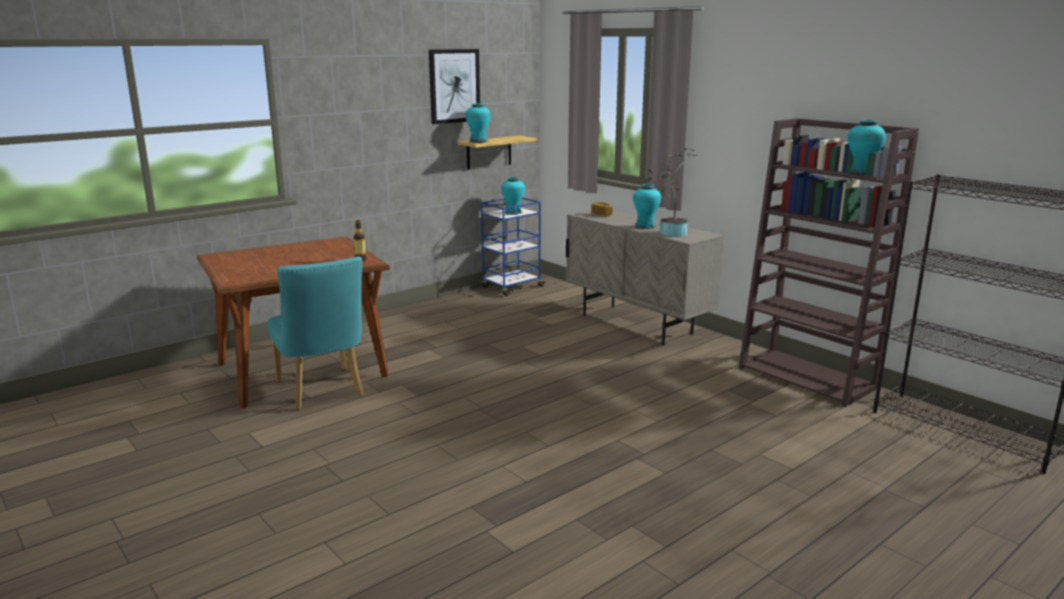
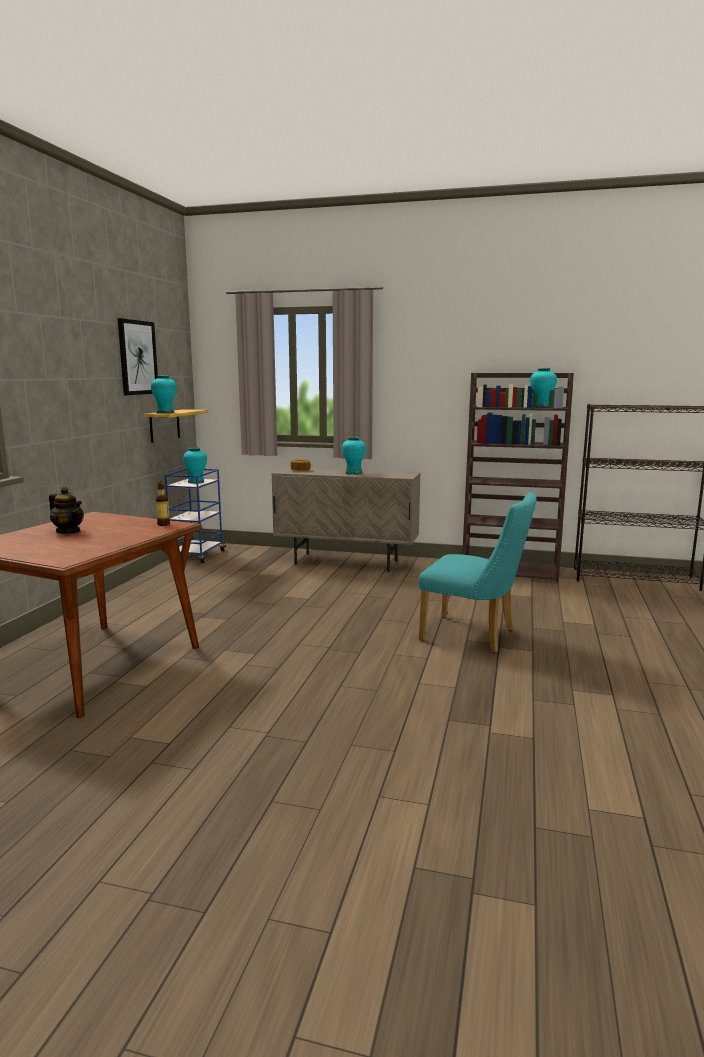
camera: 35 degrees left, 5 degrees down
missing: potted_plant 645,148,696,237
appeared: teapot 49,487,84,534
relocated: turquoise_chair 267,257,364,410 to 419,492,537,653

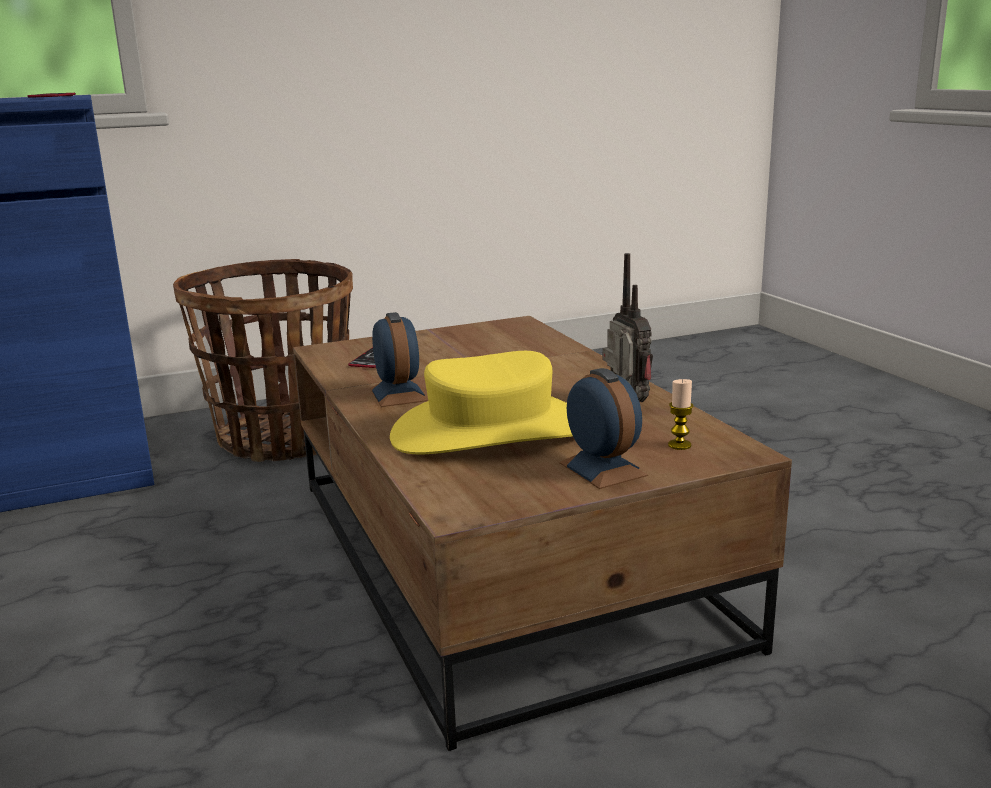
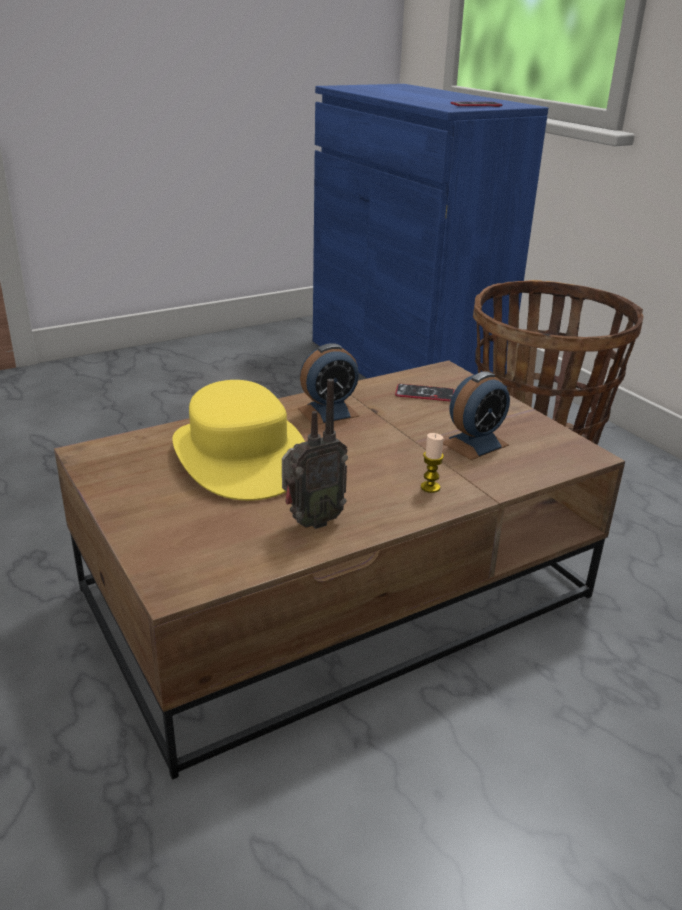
camera: 80 degrees right, 10 degrees up
relocated: alarm_clock 559,368,648,489 to 443,371,510,460; candle 668,379,693,450 to 421,433,444,493

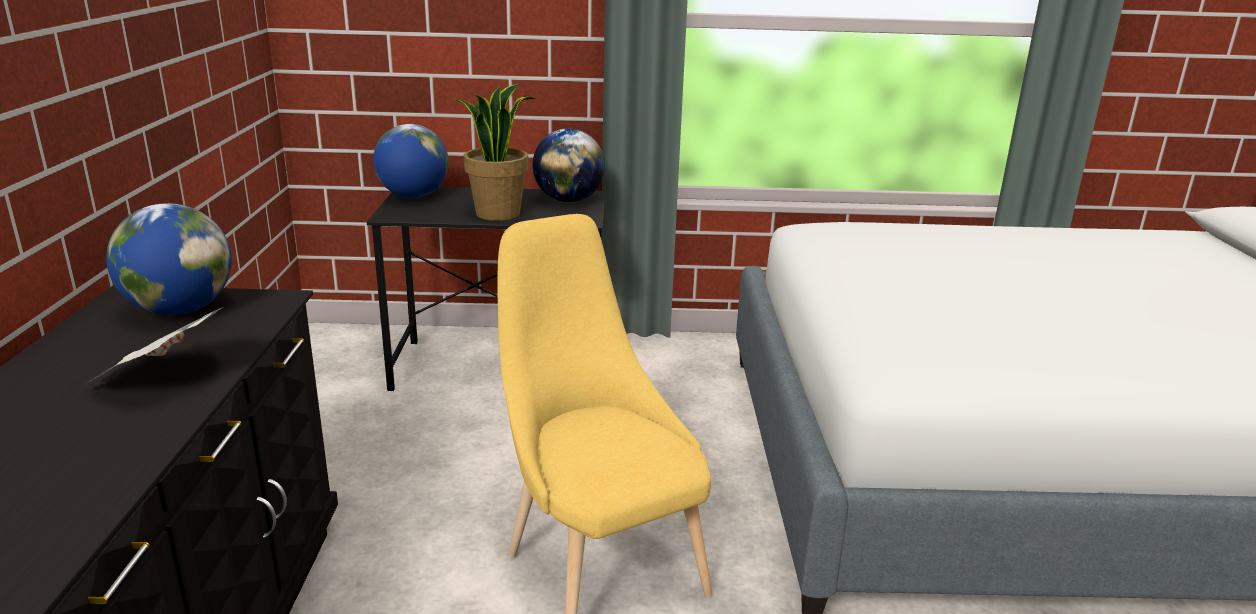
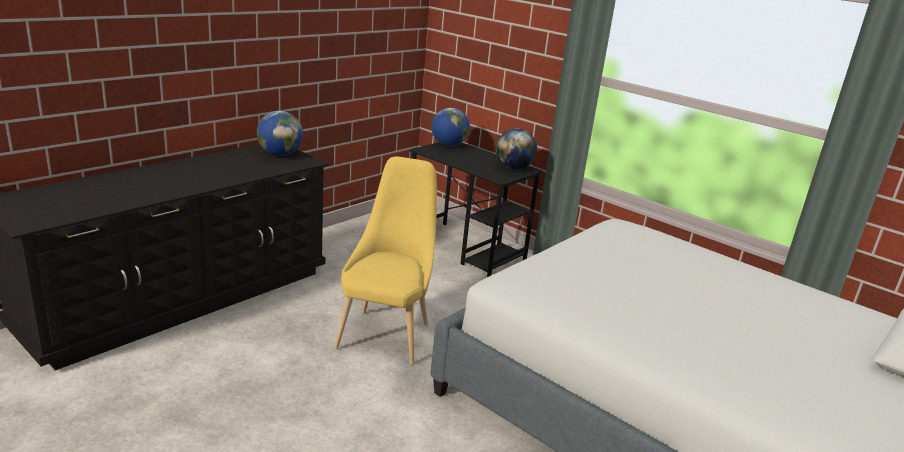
camera: 40 degrees right, 0 degrees up
missing: newspaper 88,307,224,382; potted_plant 454,84,535,221

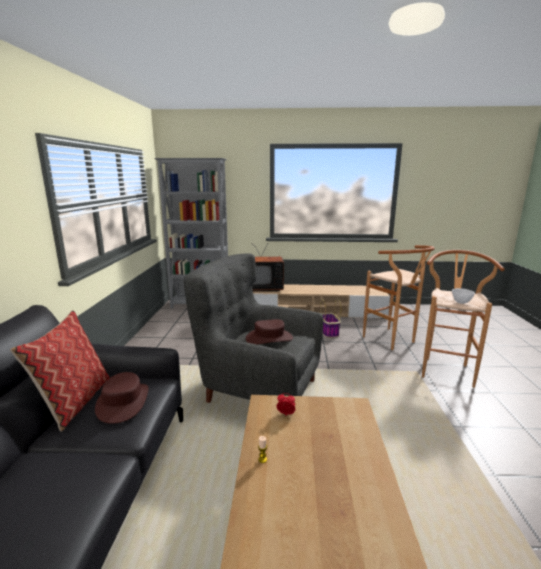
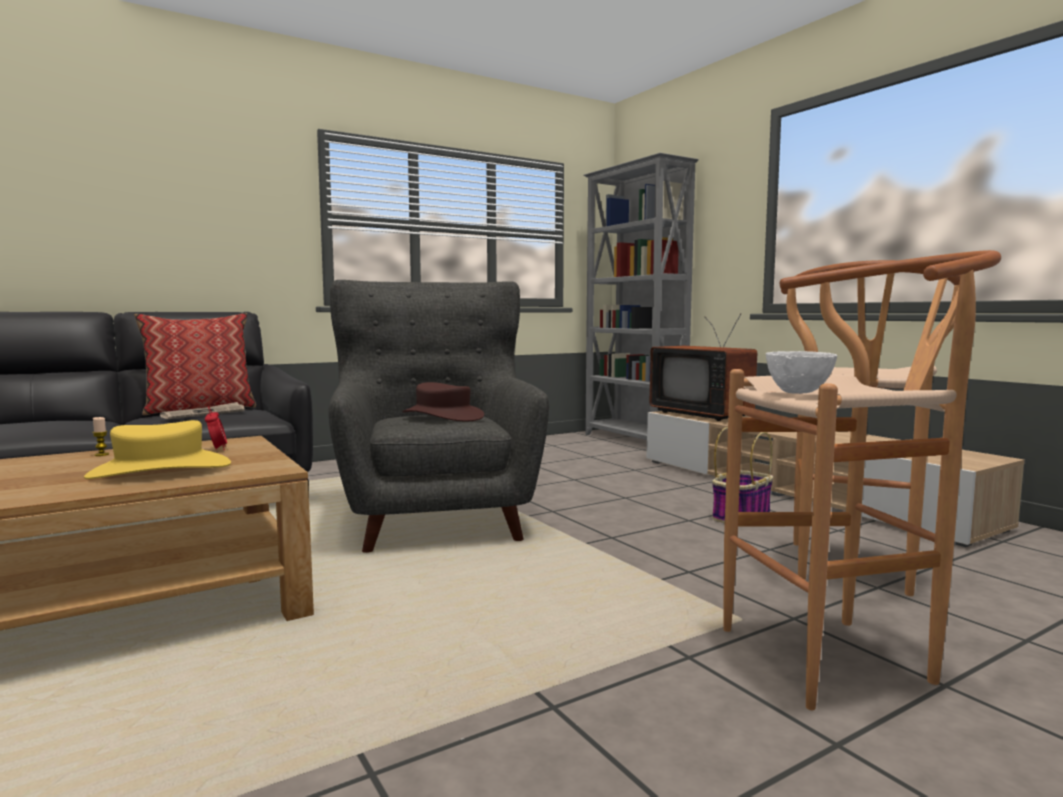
camera: 55 degrees right, 10 degrees down
appeared: yellow_hat 84,420,231,479
exchanged: brown_hat 95,372,149,424 to newspaper 160,402,245,419

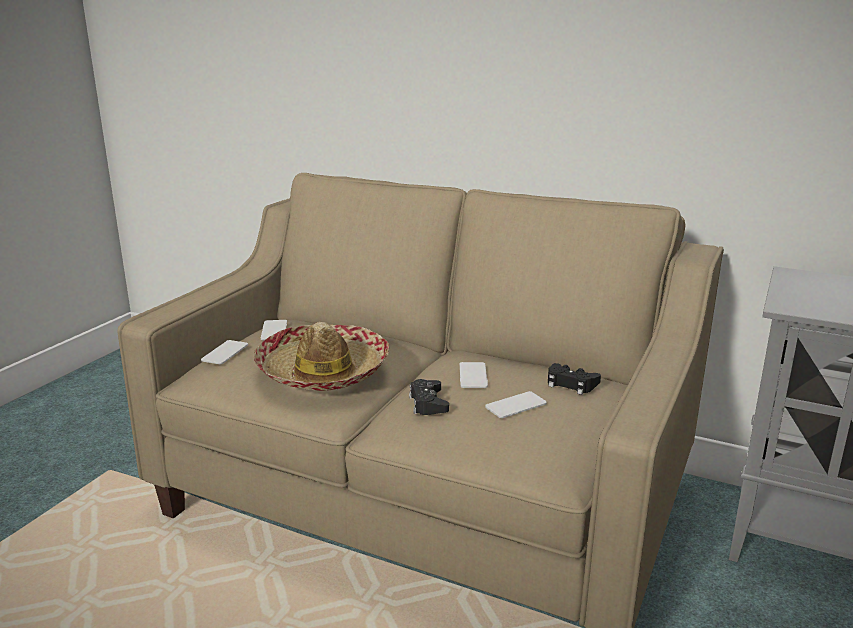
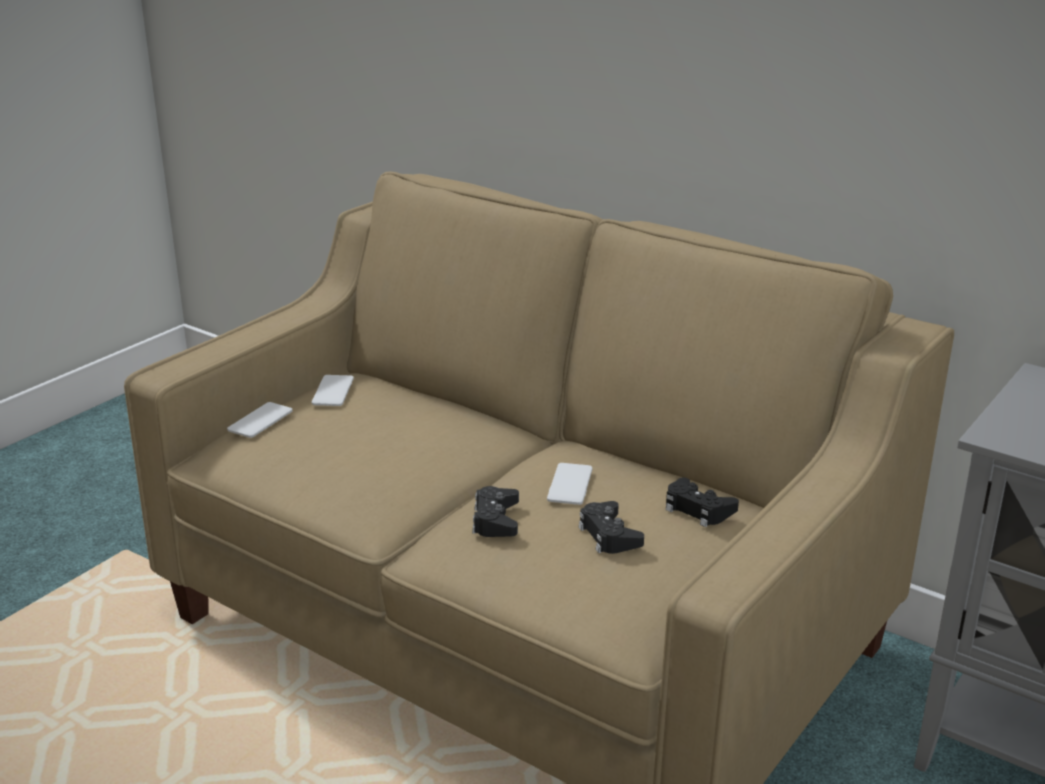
camera: 10 degrees right, 5 degrees up
missing: hat 254,322,389,391
exchanged: phone 485,391,547,418 to black_game_controller 579,501,644,554

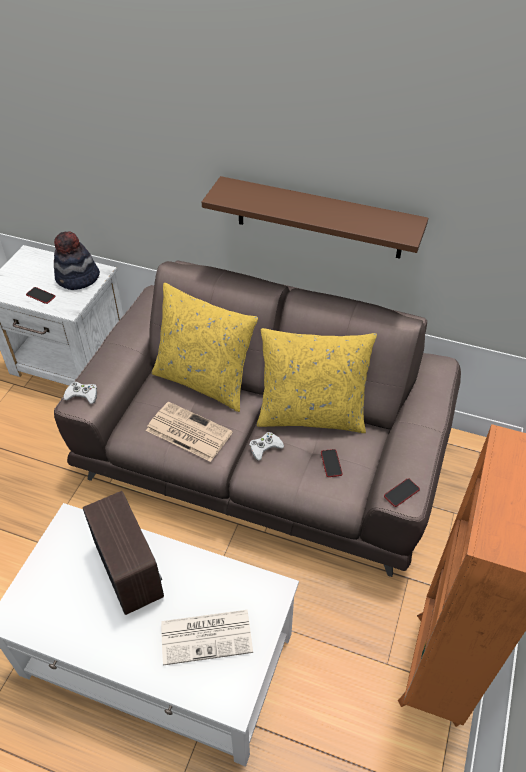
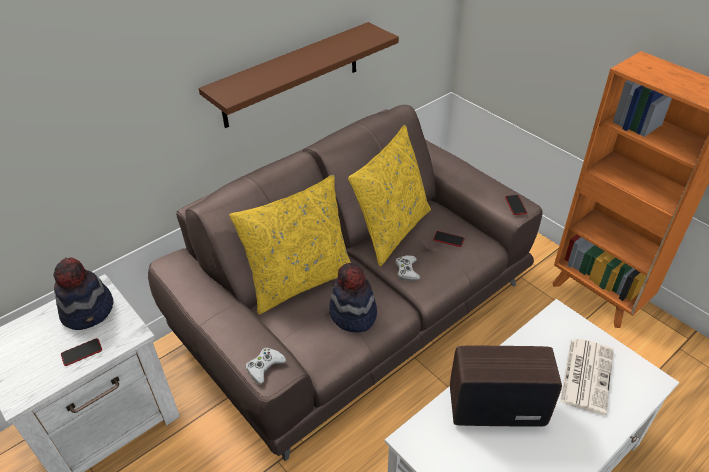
camera: 60 degrees left, 5 degrees down
exchanged: newspaper 146,402,233,462 to hat 329,263,377,332

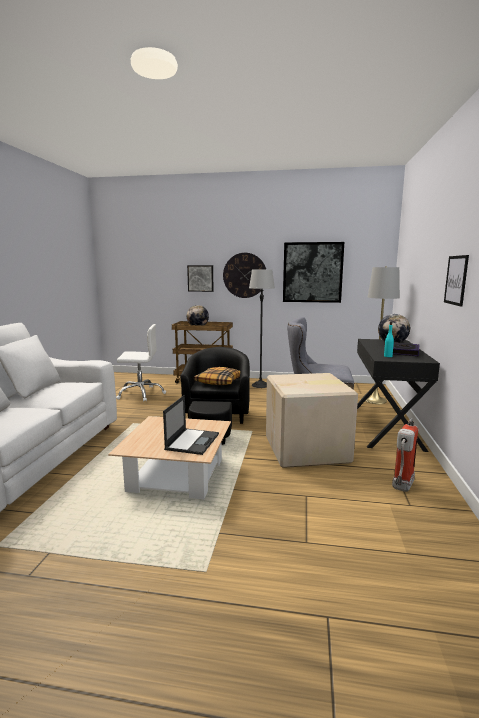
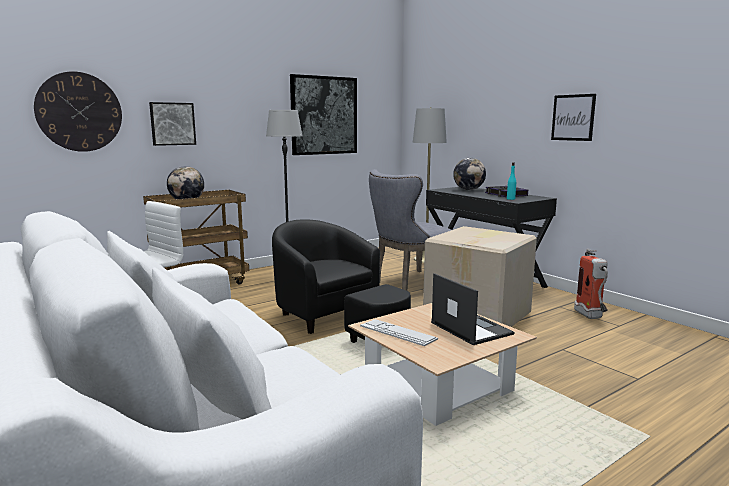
camera: 45 degrees left, 0 degrees up
missing: pillow 194,367,240,385
appeared: keyboard 360,319,438,346
relocated: wall_clock 223,253,266,298 to 34,71,122,152

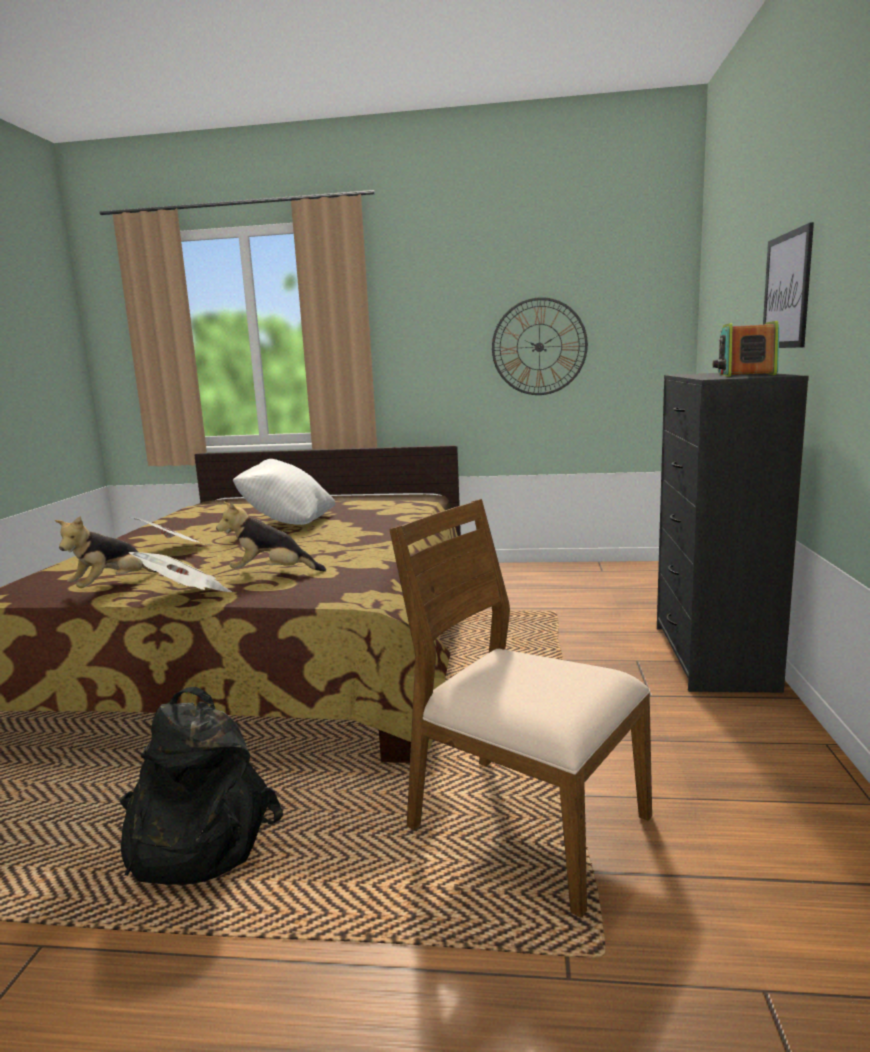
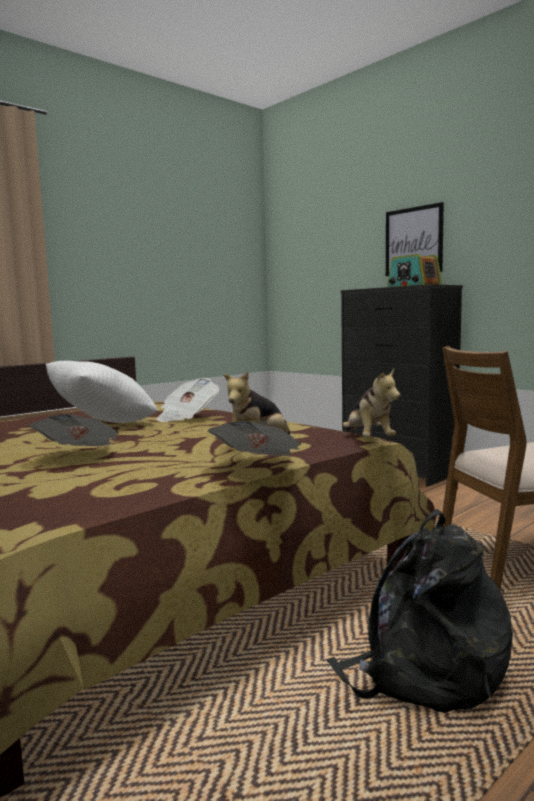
camera: 50 degrees left, 5 degrees down
missing: wall_clock 492,297,588,395
appeared: newspaper 156,378,219,422
relocated: plush_toy 54,516,156,588 to 343,369,400,436

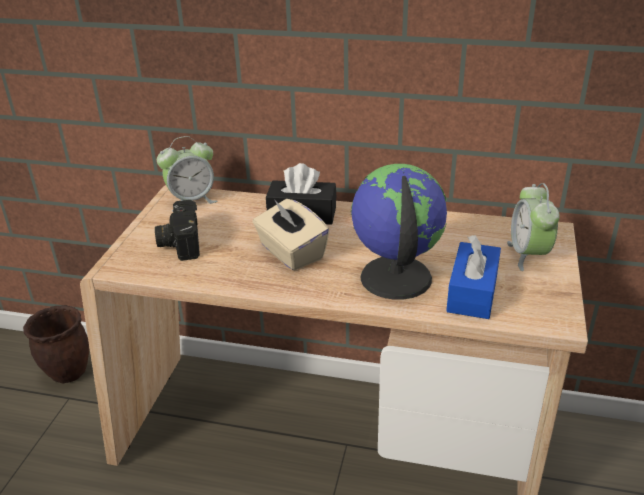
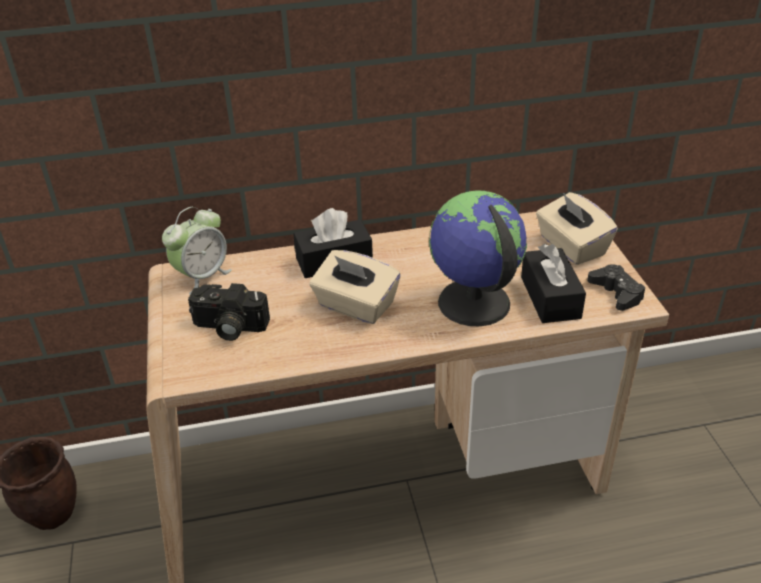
camera: 25 degrees left, 5 degrees up
appeared: black_game_controller 587,264,645,311
exchanged: alarm_clock 507,183,560,271 to beige_tissue_box 536,192,618,265
colour: blue_tissue_box 446,235,501,319 to black_tissue_box 521,244,586,323
spun: photo_camera 155,200,200,261 = 188,283,270,341 45 degrees counterclockwise

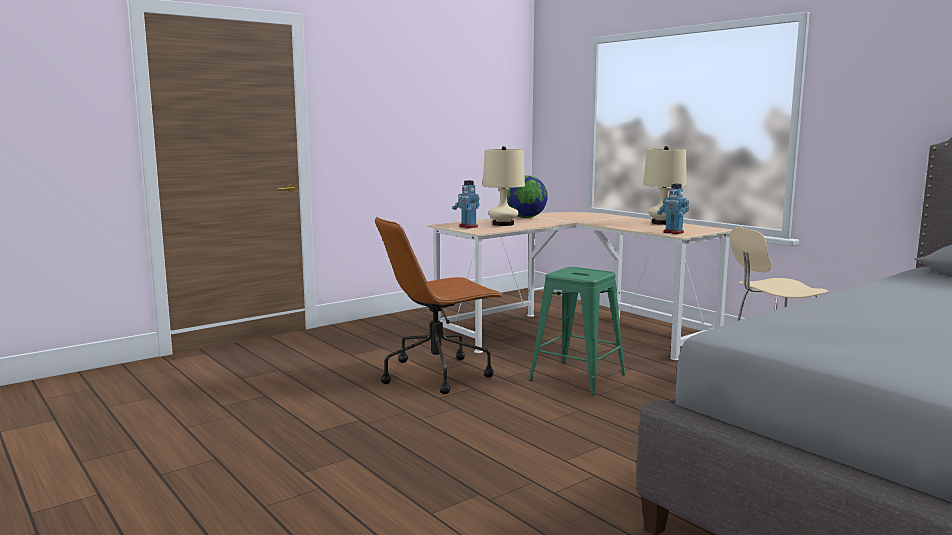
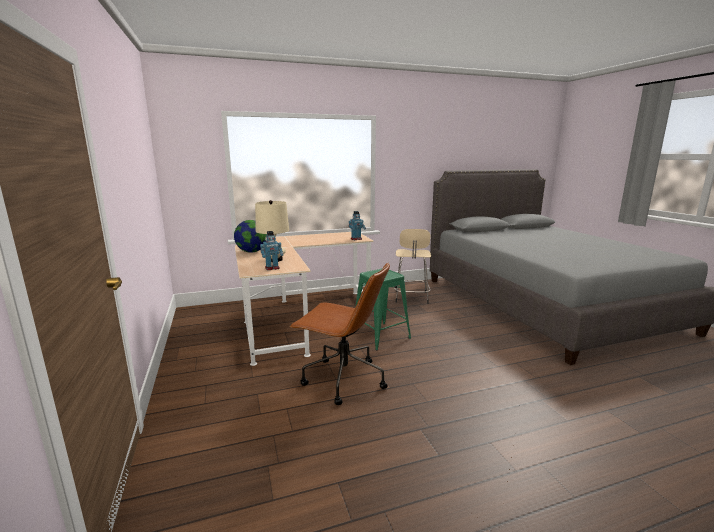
camera: 70 degrees left, 5 degrees up
missing: beige_table_lamp 643,146,686,225
spun: brown_office_chair 375,217,504,394 = 289,262,390,405 60 degrees counterclockwise

